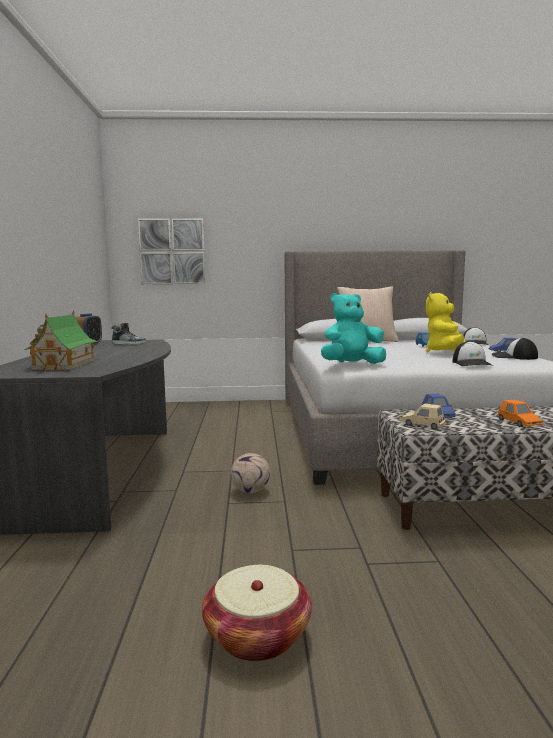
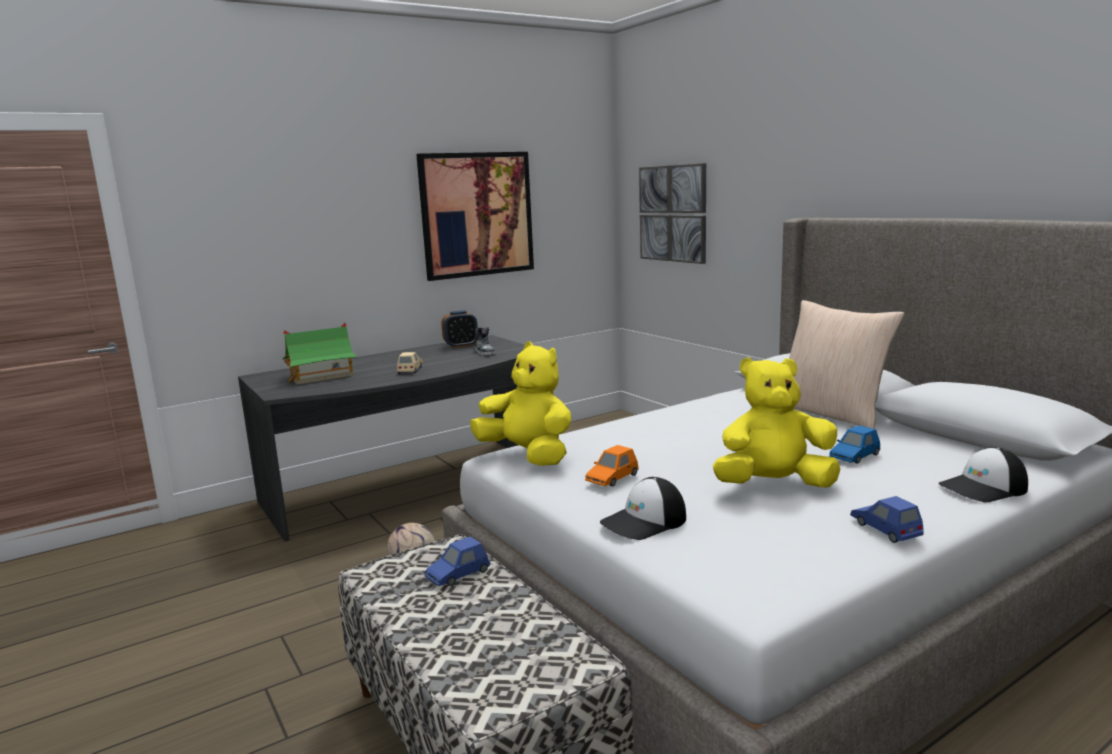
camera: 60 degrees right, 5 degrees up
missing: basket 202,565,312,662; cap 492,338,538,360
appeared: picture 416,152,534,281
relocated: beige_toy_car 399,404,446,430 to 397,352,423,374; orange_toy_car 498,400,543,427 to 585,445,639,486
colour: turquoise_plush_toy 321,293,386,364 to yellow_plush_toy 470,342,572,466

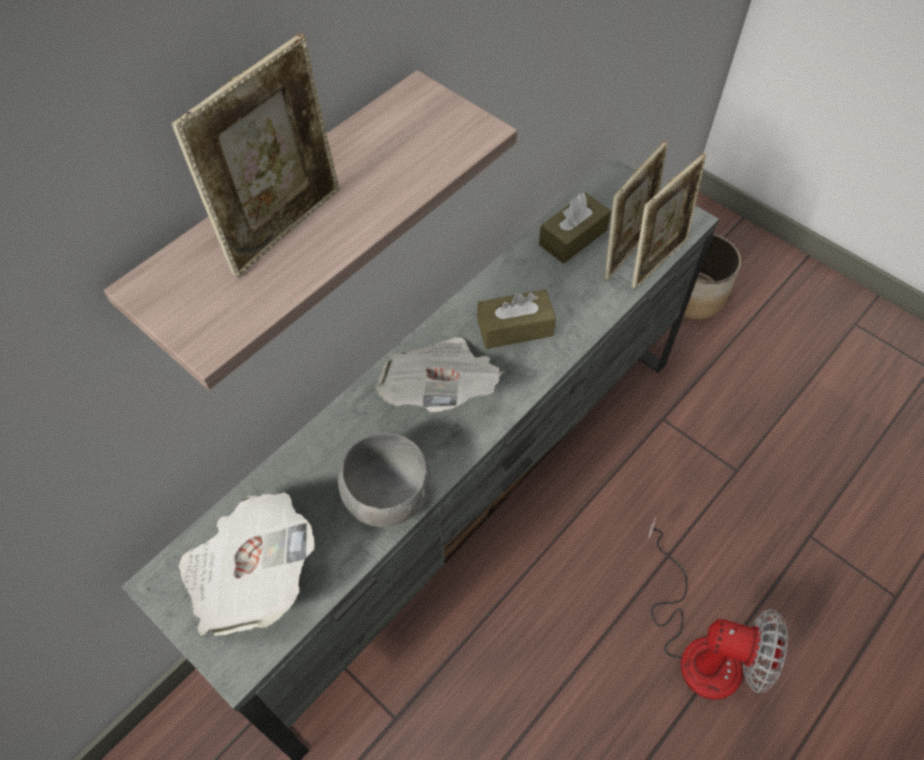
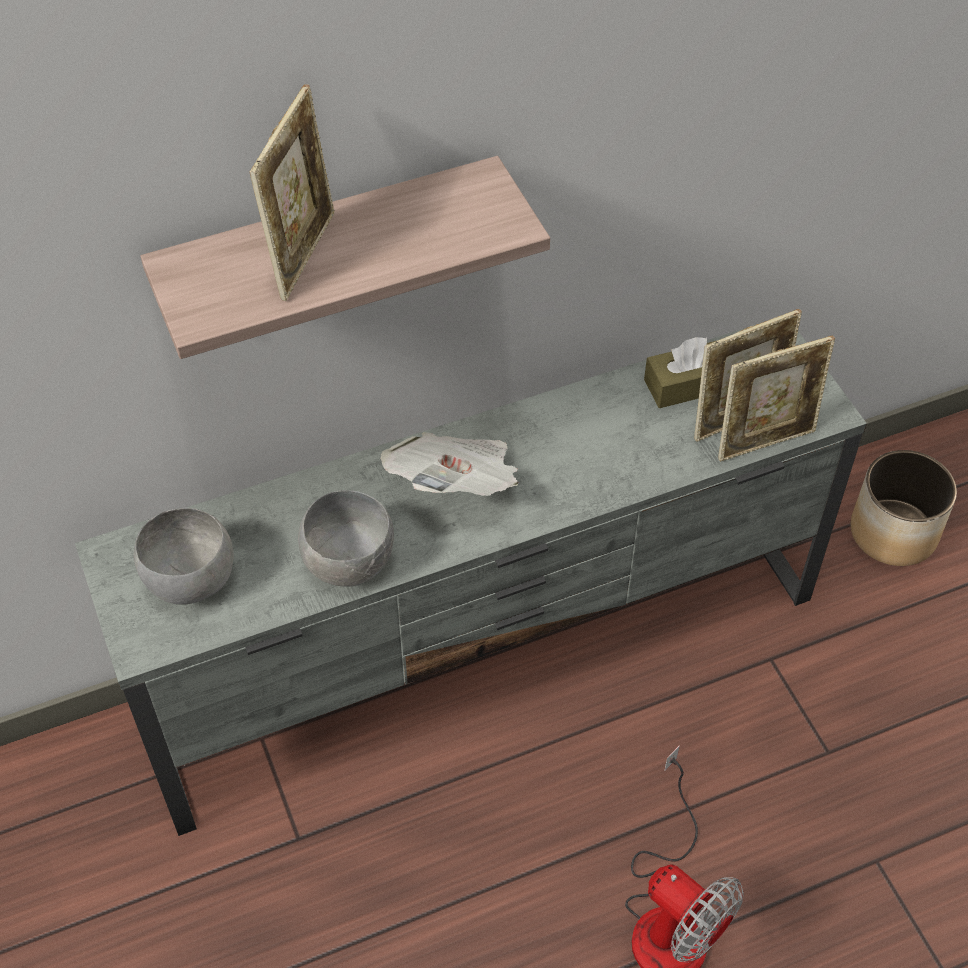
camera: 25 degrees right, 5 degrees down
missing: brown_tissue_box 477,289,556,349
exchanged: newspaper 179,493,315,636 to grey_bowl 134,508,233,605
spun: picture_frame 171,34,339,278 = 250,84,334,301 45 degrees counterclockwise

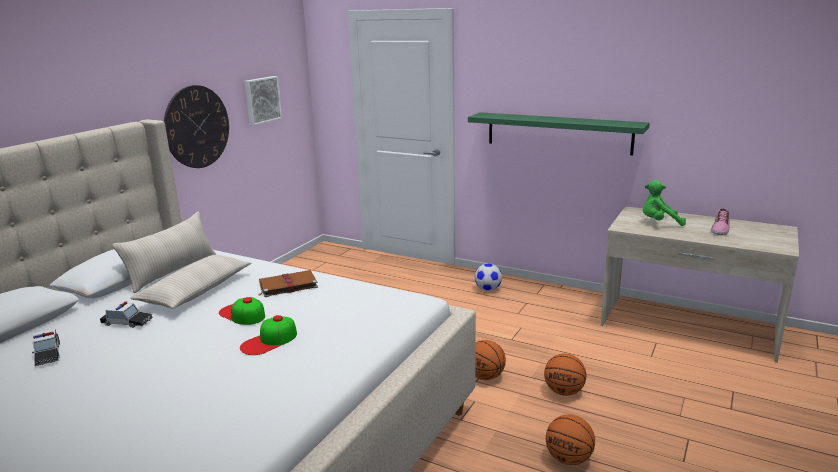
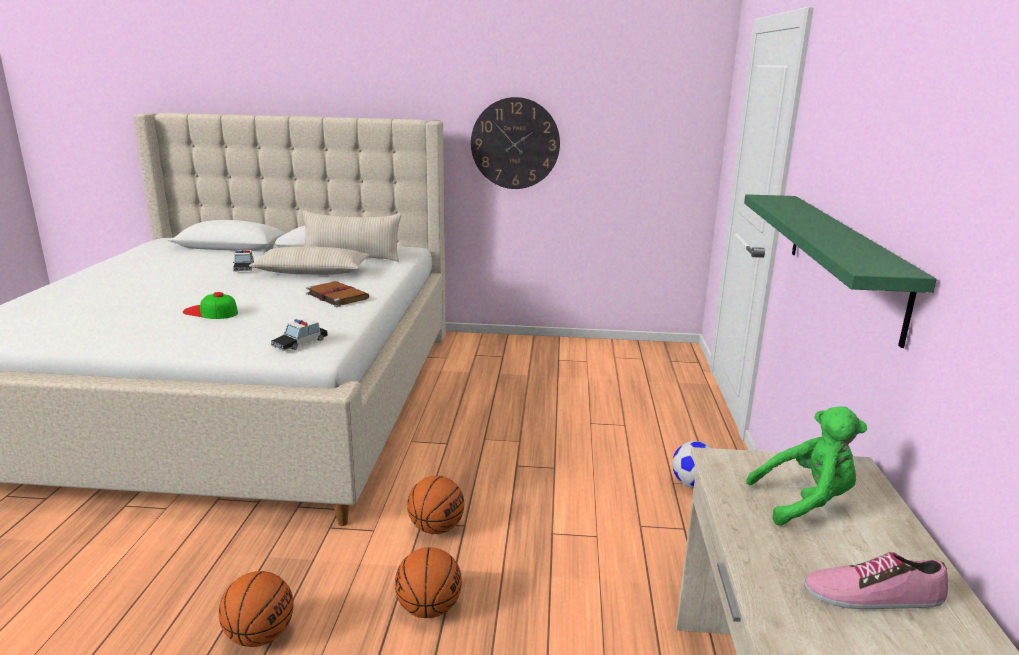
camera: 65 degrees right, 0 degrees up
missing: cap 219,297,265,325; picture 244,76,282,126
relocated: toy_car 32,328,60,366 to 271,318,328,351
spun: green_plush_toy 643,180,686,226 = 746,407,867,526 105 degrees clockwise

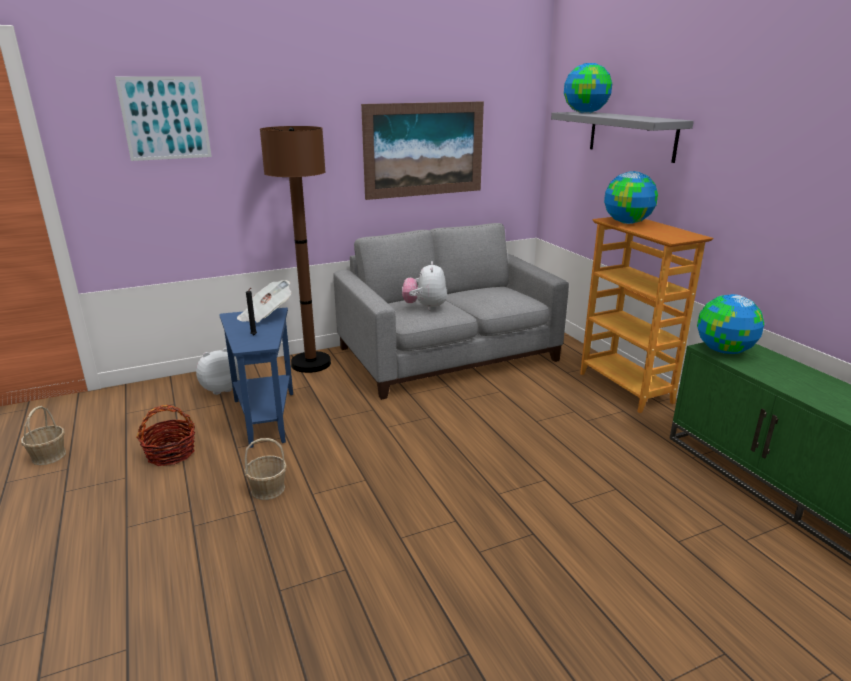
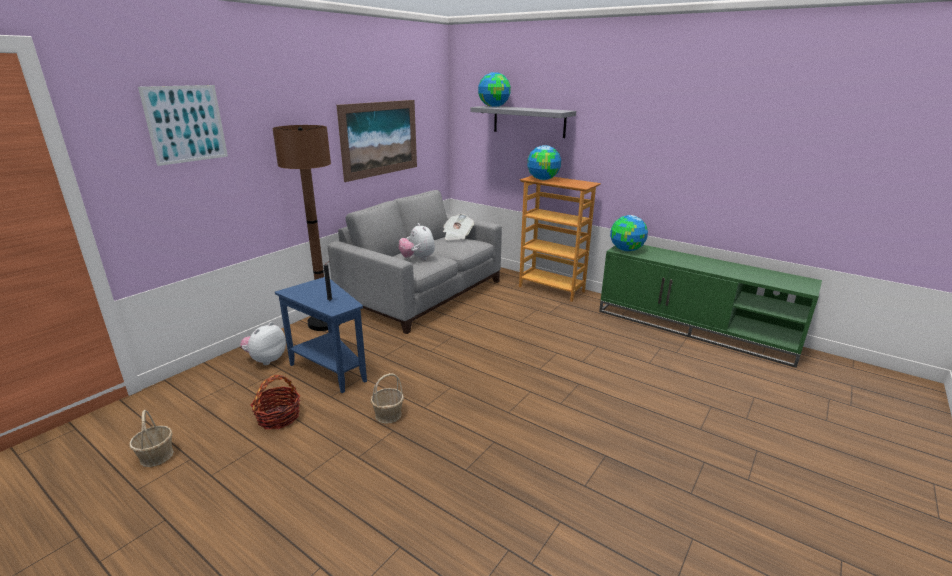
camera: 30 degrees left, 0 degrees up
relocated: newspaper 237,280,291,323 to 443,214,474,241

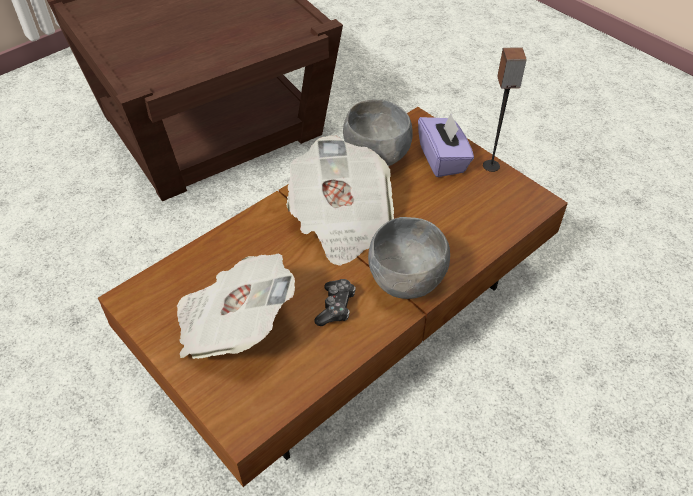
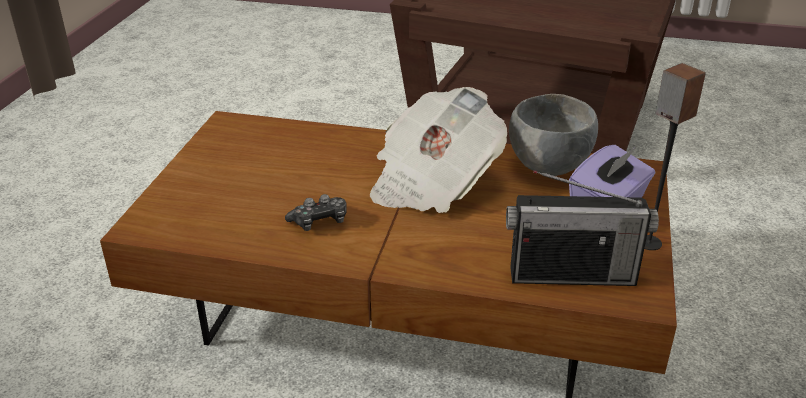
camera: 55 degrees right, 15 degrees down
missing: newspaper 177,254,295,359; grey_bowl 368,217,450,299
appeared: radio 506,170,659,286

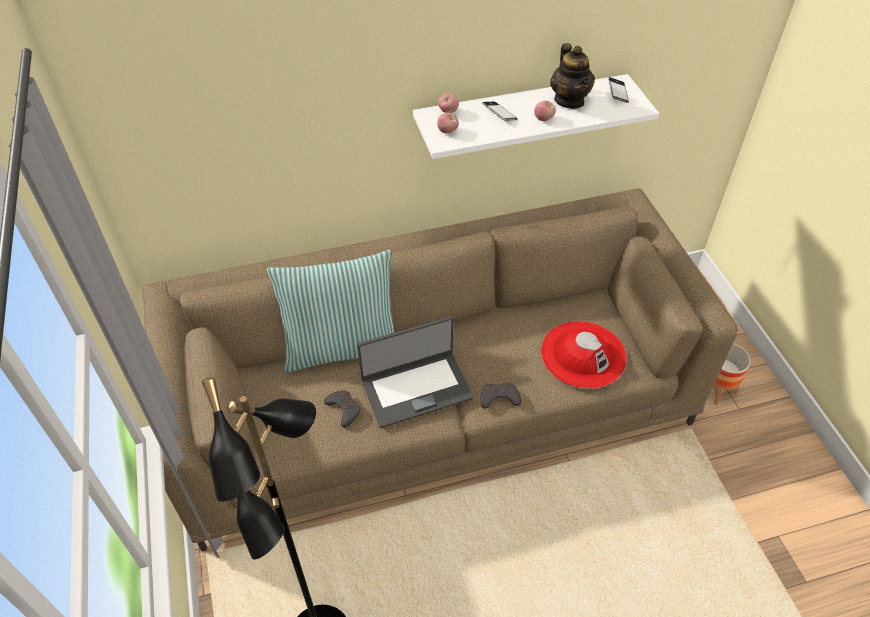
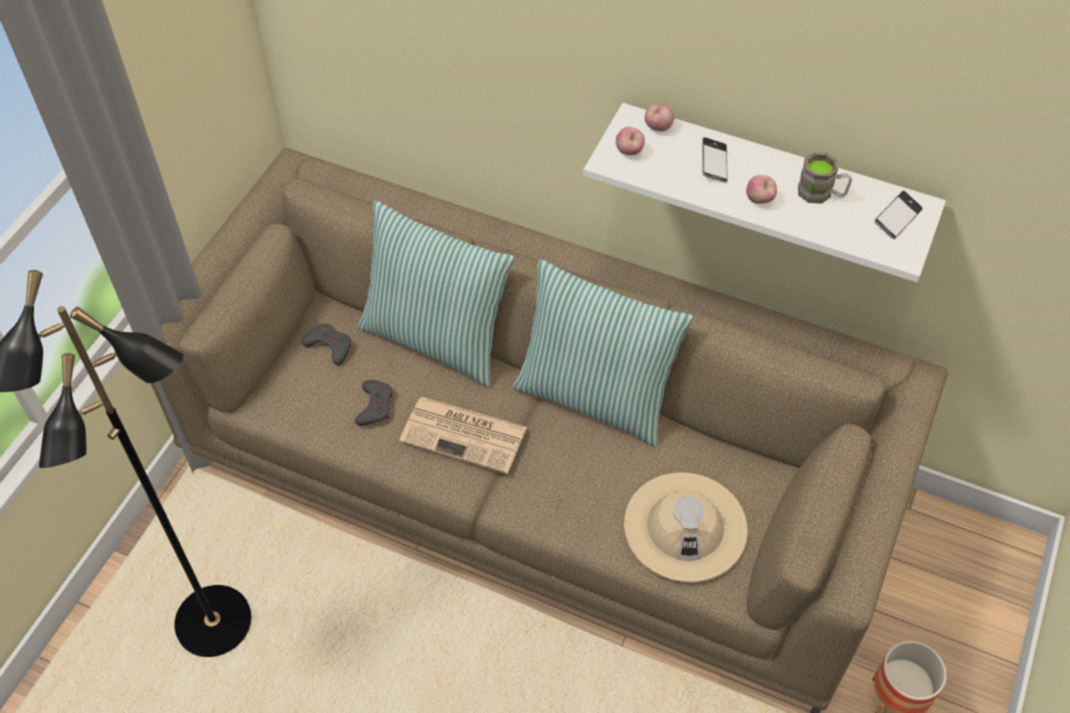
camera: 40 degrees right, 5 degrees up
appeared: pillow 513,259,694,447
relocated: grey_game_controller 480,383,521,409 to 302,324,351,365
exchanged: laptop 357,316,474,428 to newspaper 399,397,527,474; teapot 550,43,595,109 to brown_mug 798,152,852,204
colour: red_hat 541,321,627,389 to beige_hat 624,472,748,582

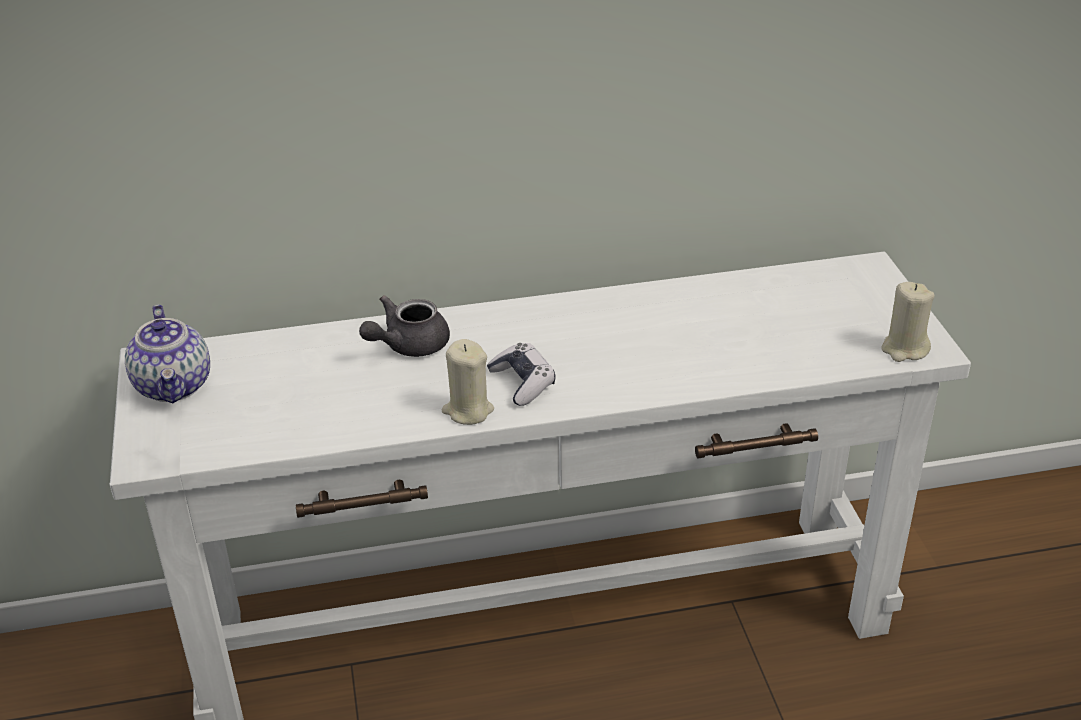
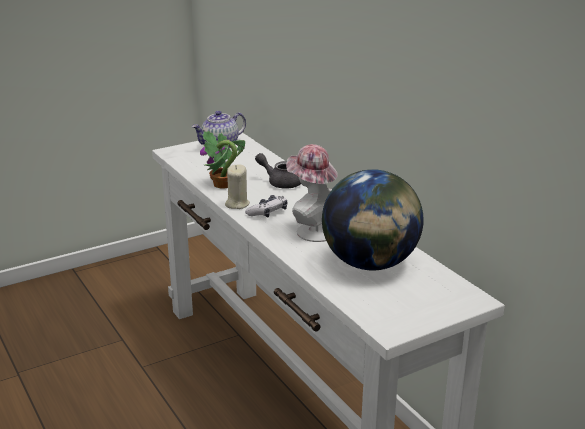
camera: 70 degrees right, 10 degrees down
missing: beige_candle 881,282,934,362
appeared: potted_plant 200,131,245,189; hat 286,144,338,242; globe 322,169,424,270

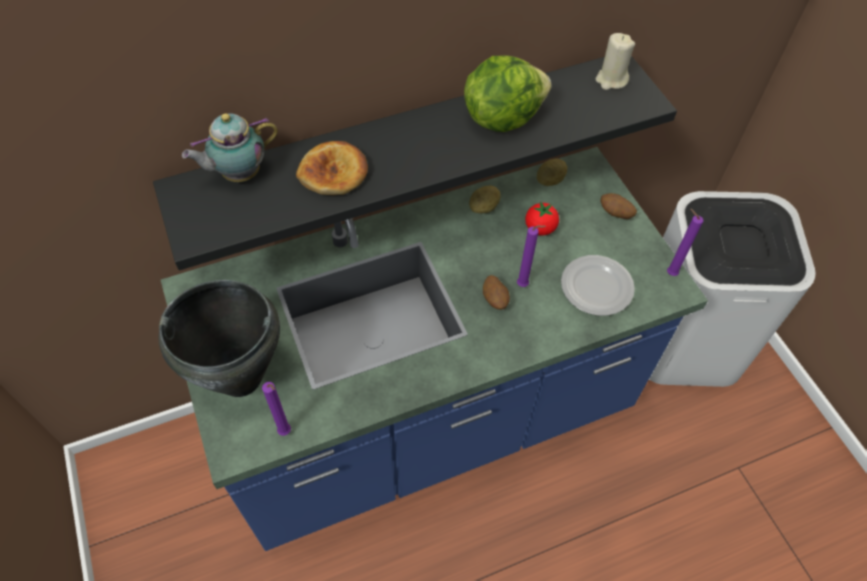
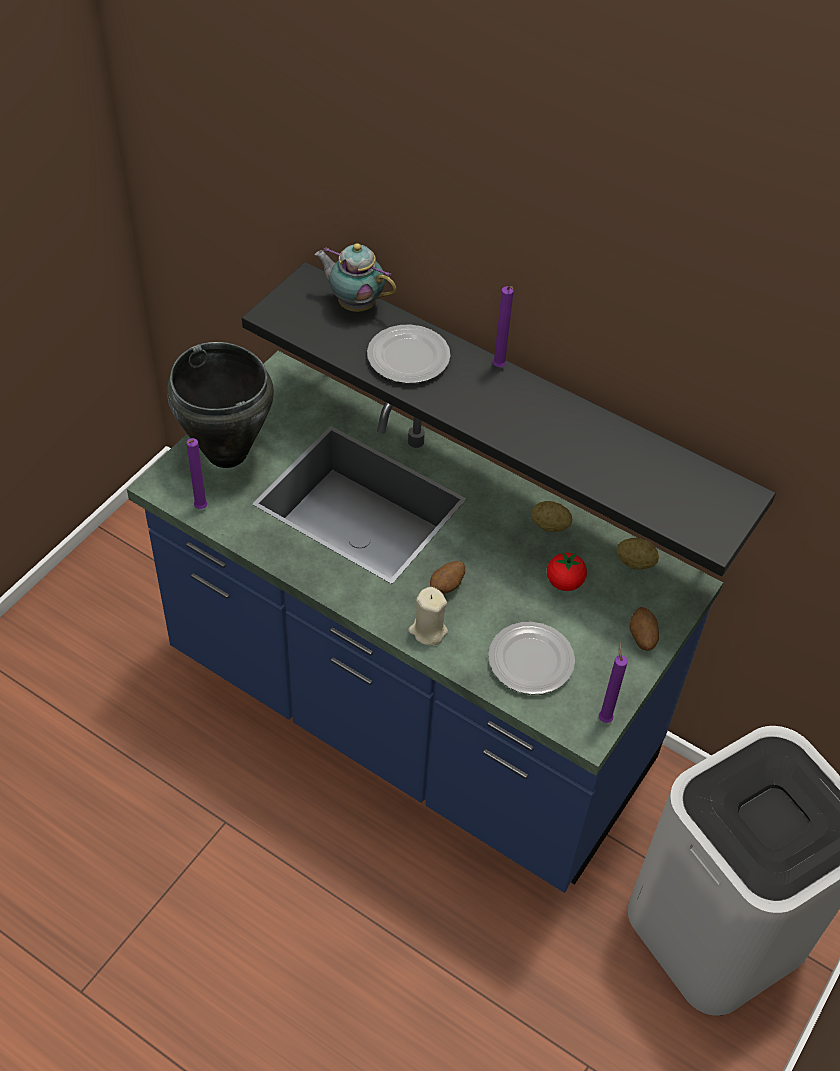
camera: 55 degrees right, 5 degrees down
missing: lettuce 464,55,551,132
relocated: purple_candle 517,225,546,287 to 493,286,514,367; beige_candle 595,33,635,90 to 408,587,448,646
exchanged: bread 296,141,368,195 to plate 367,325,450,383

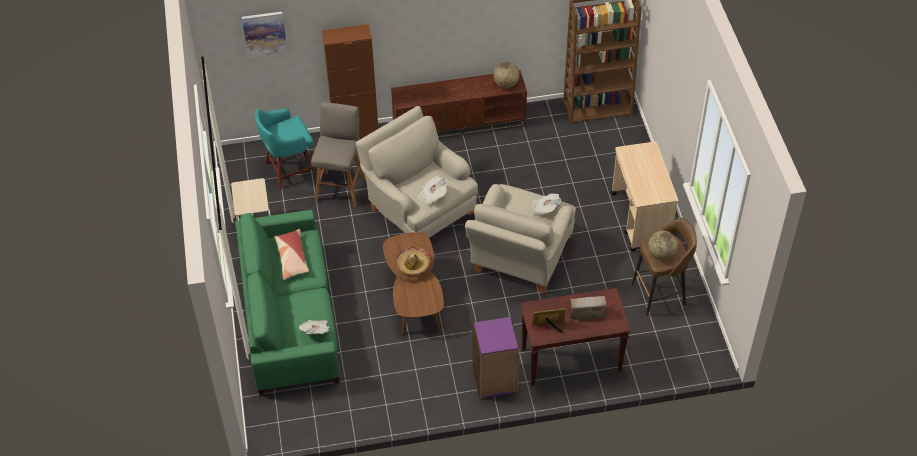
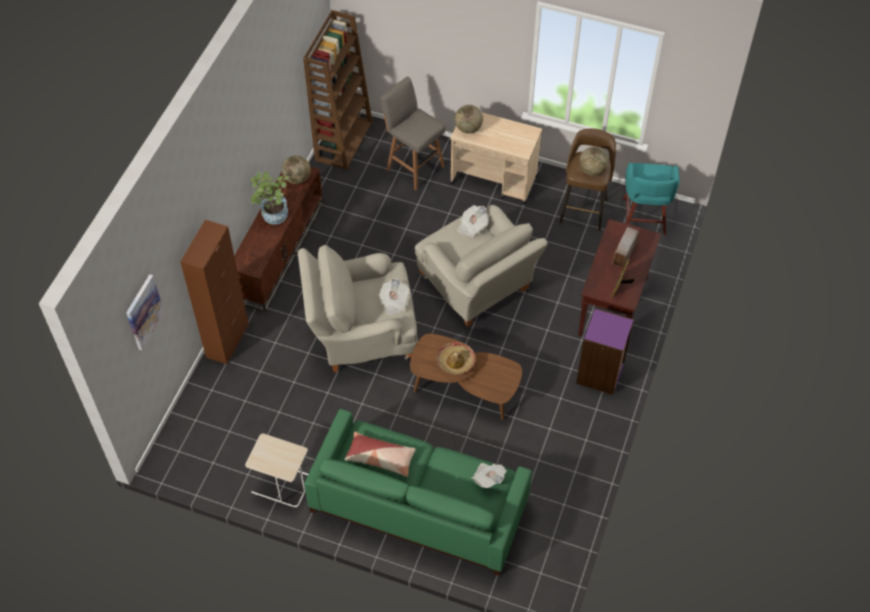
camera: 60 degrees left, 5 degrees up
appeared: potted_plant 250,172,289,224; globe 455,105,483,133
relocated: turquoise_stool 255,108,317,189 to 623,163,679,235; grey_stool 311,102,365,207 to 381,77,445,190

